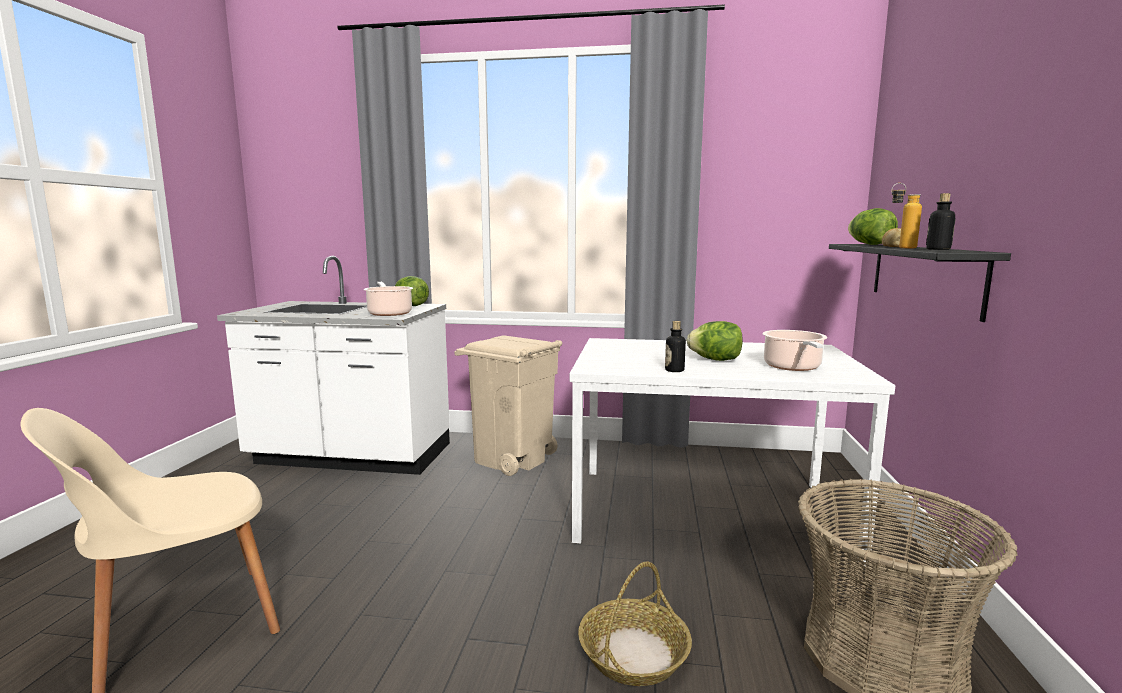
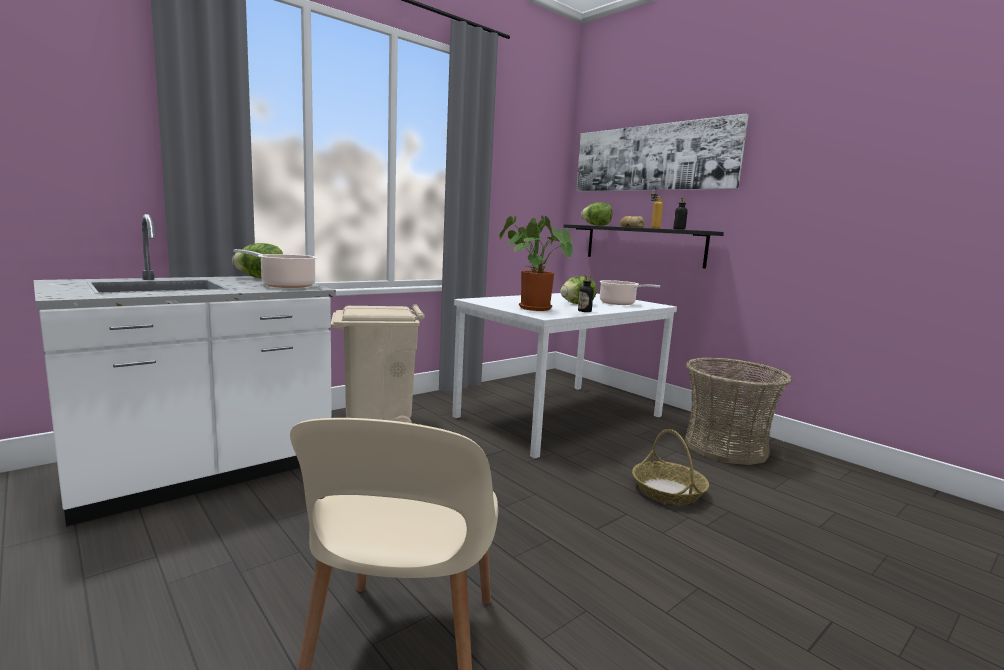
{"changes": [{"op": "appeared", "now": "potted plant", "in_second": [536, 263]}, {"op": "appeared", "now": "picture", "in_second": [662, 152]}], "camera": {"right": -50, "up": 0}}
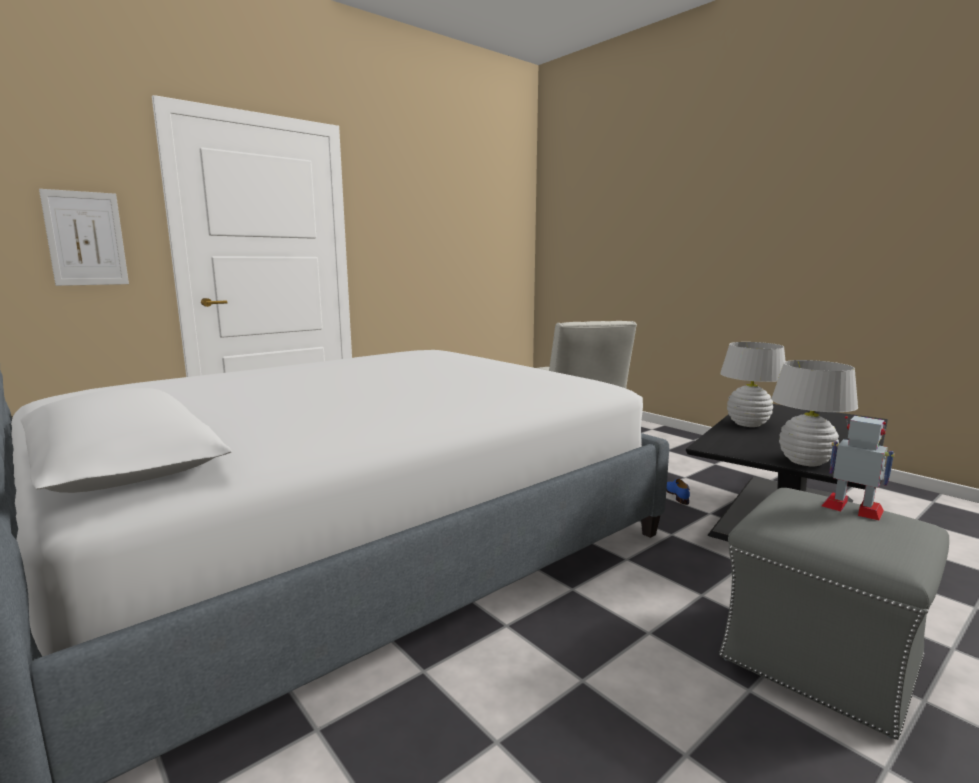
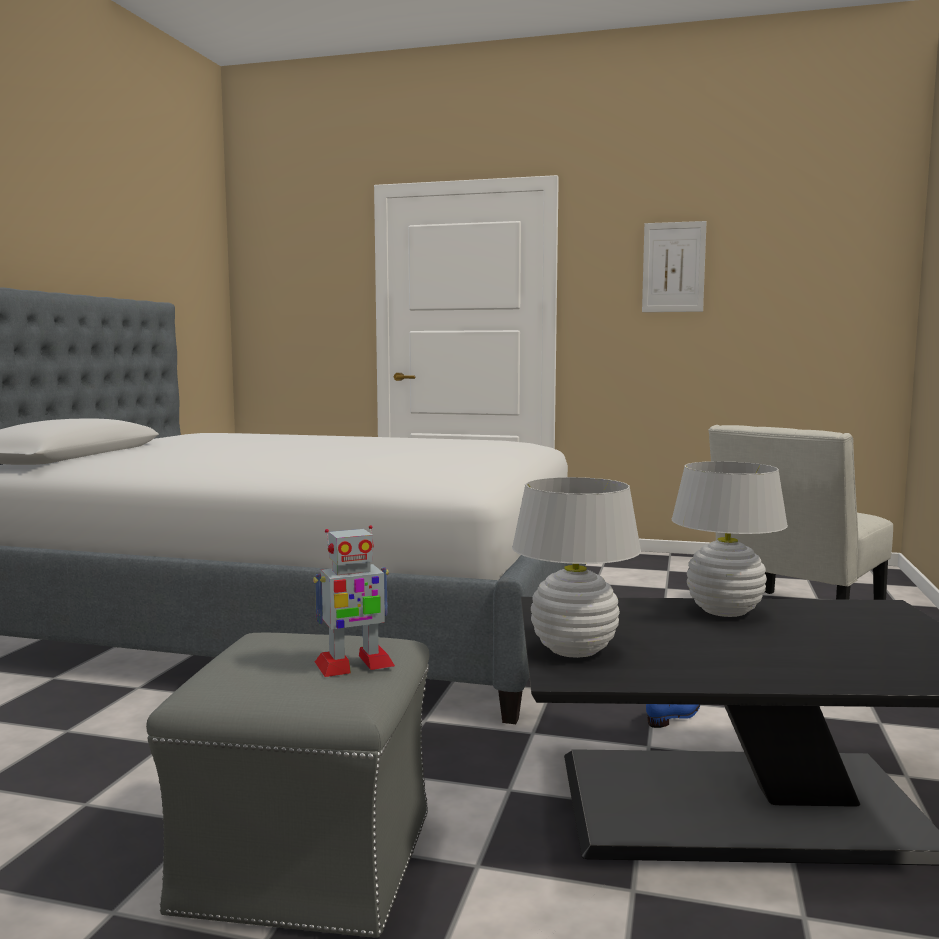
{"changes": [{"op": "spun", "was": "toy robot", "in_first": [858, 468], "in_second": [354, 601], "clockwise": 60}, {"op": "relocated", "was": "picture", "in_first": [84, 237], "in_second": [674, 266]}], "camera": {"right": 55, "up": -5}}
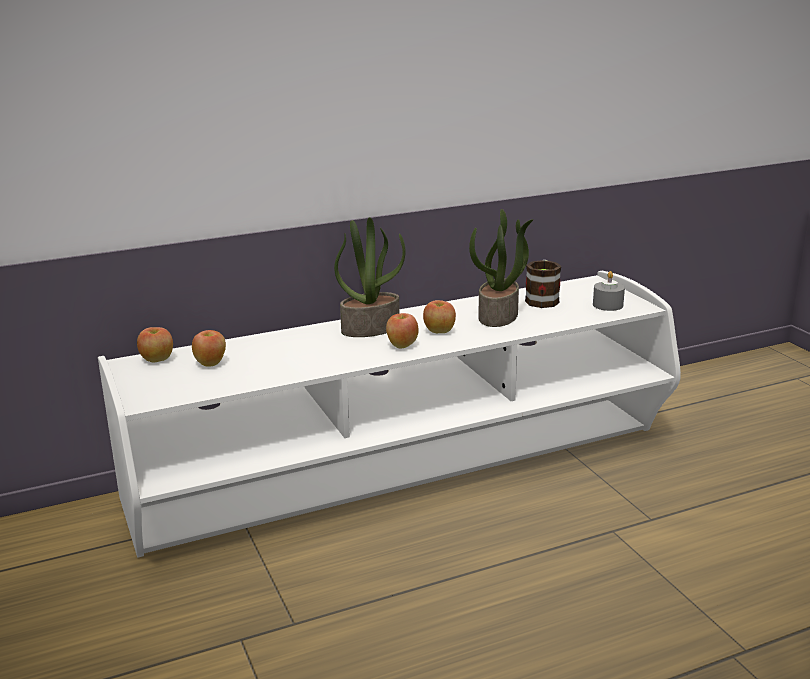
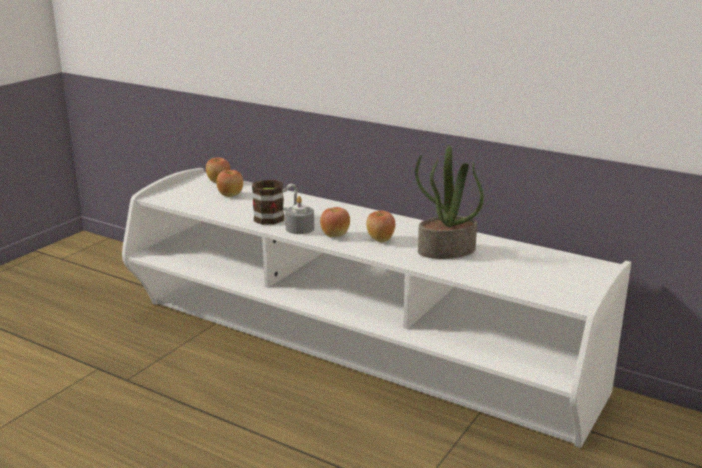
{"changes": [{"op": "relocated", "was": "mug", "in_first": [543, 284], "in_second": [275, 202]}, {"op": "relocated", "was": "grey candle", "in_first": [609, 291], "in_second": [299, 215]}, {"op": "missing", "was": "potted plant", "in_first": [370, 277]}], "camera": {"right": 55, "up": 0}}
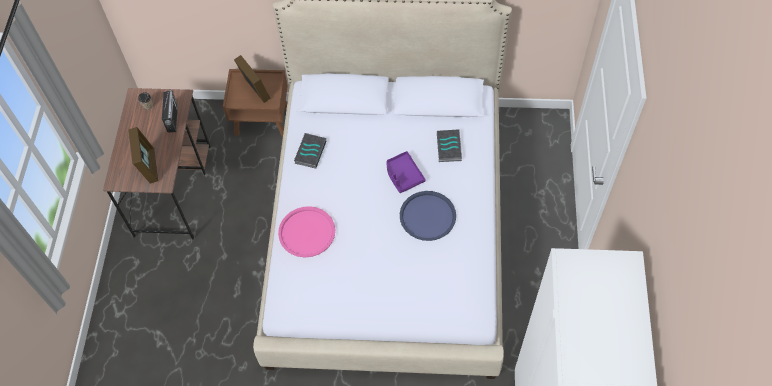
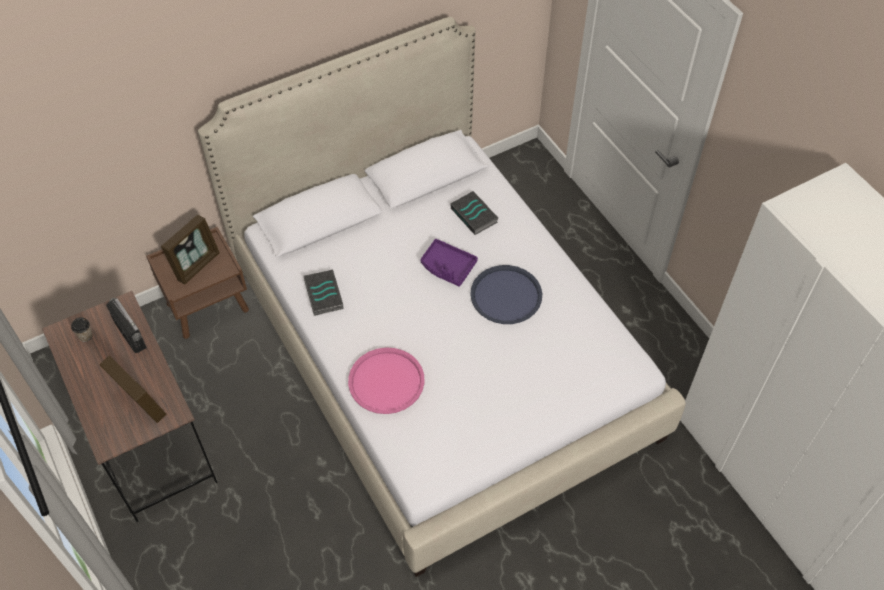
{"changes": [{"op": "spun", "was": "picture frame", "in_first": [252, 79], "in_second": [190, 249], "clockwise": 105}], "camera": {"right": -35, "up": -5}}
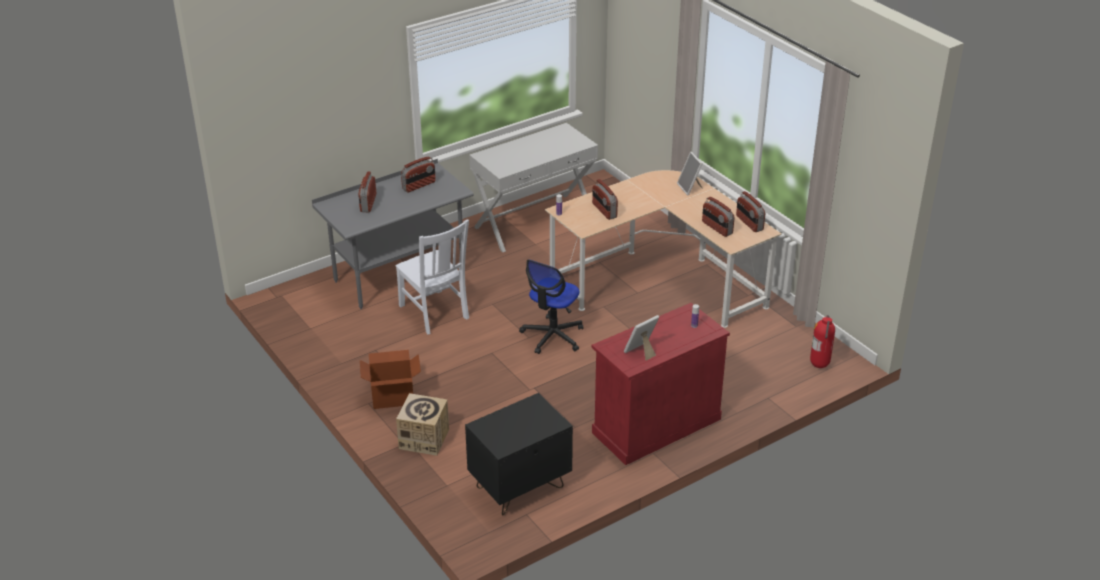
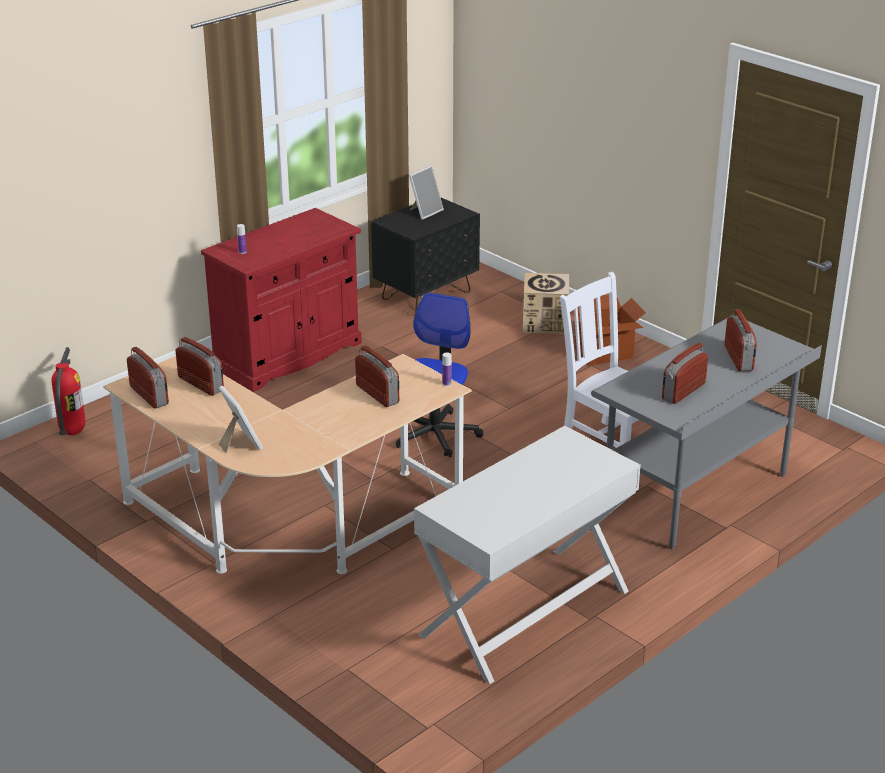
{"changes": [{"op": "relocated", "was": "picture frame", "in_first": [641, 337], "in_second": [426, 193]}], "camera": {"right": 170, "up": -5}}
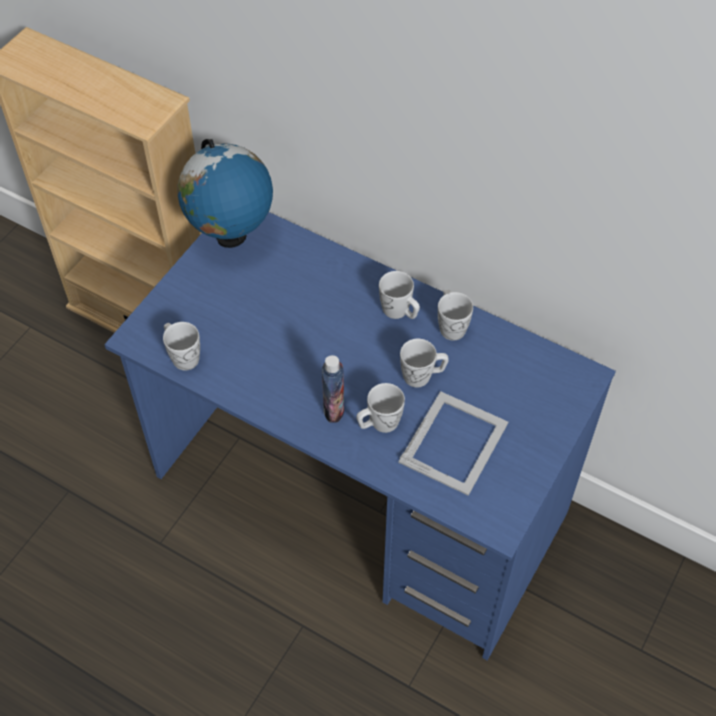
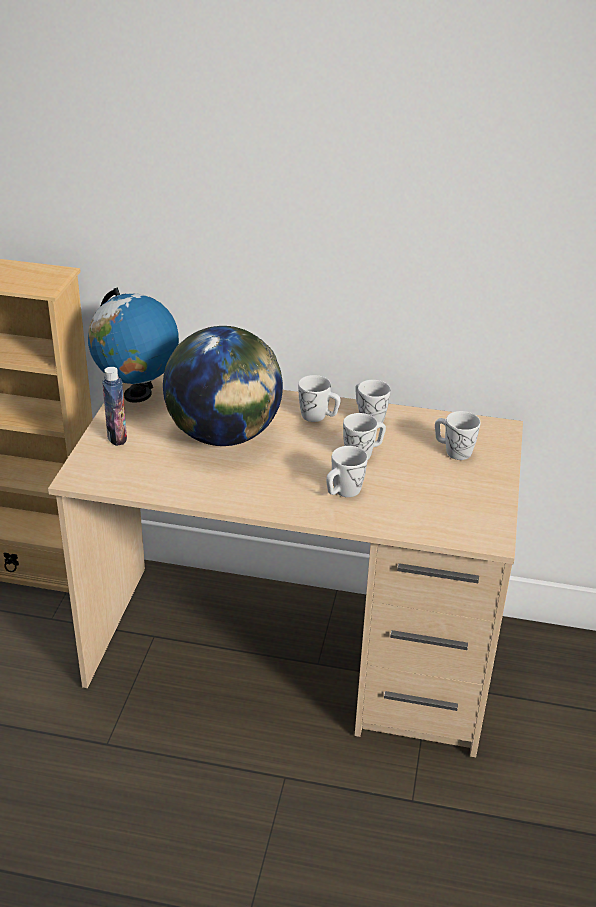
{"changes": [{"op": "colour", "was": "blue desk", "now": "beige desk", "in_first": [360, 436], "in_second": [285, 565]}, {"op": "relocated", "was": "bottle", "in_first": [333, 388], "in_second": [114, 406]}, {"op": "appeared", "now": "globe", "in_second": [223, 386]}, {"op": "relocated", "was": "white mug", "in_first": [181, 346], "in_second": [457, 435]}, {"op": "missing", "was": "picture frame", "in_first": [453, 443]}], "camera": {"right": -20, "up": -20}}
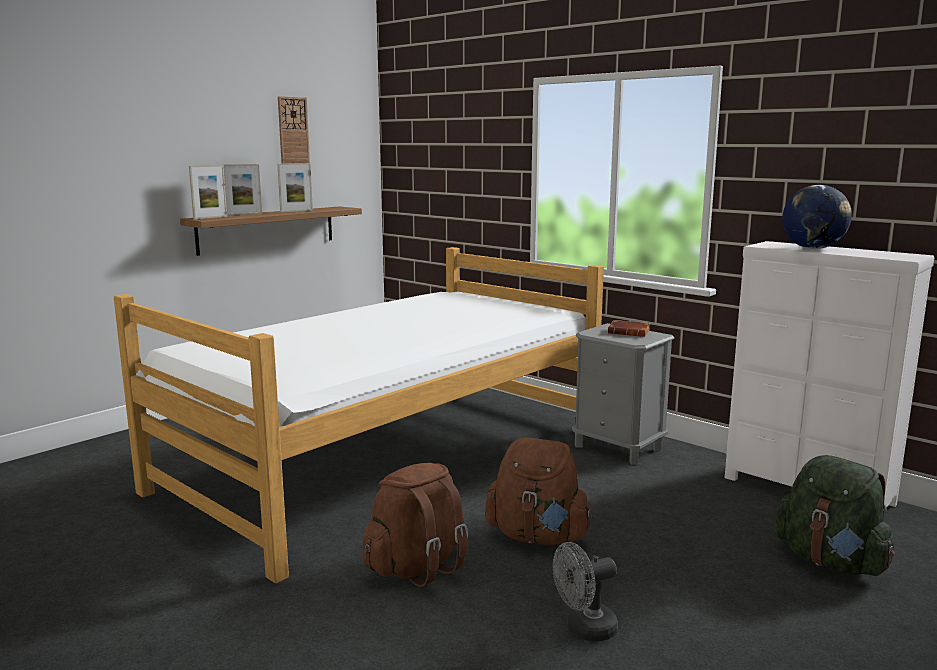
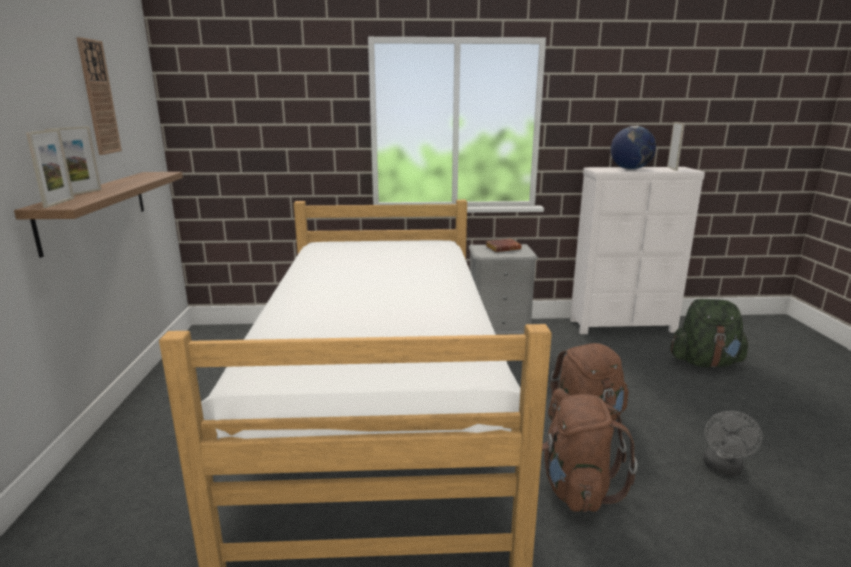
{"changes": [{"op": "relocated", "was": "picture frame", "in_first": [295, 187], "in_second": [676, 146]}], "camera": {"right": -45, "up": 5}}
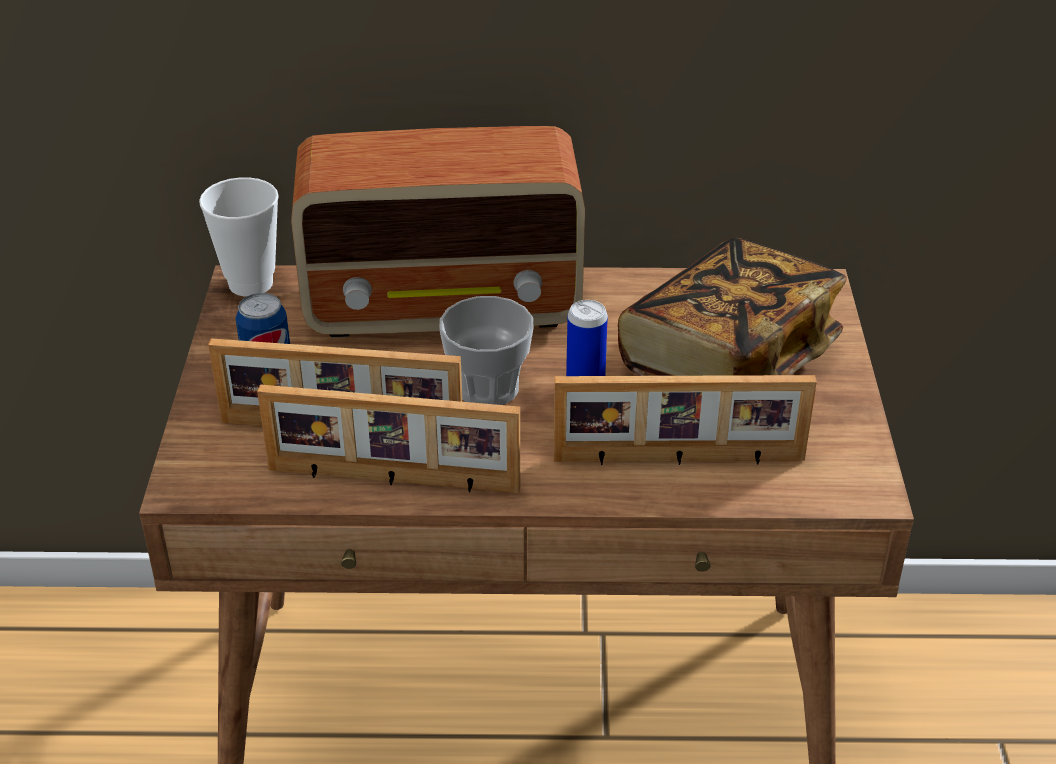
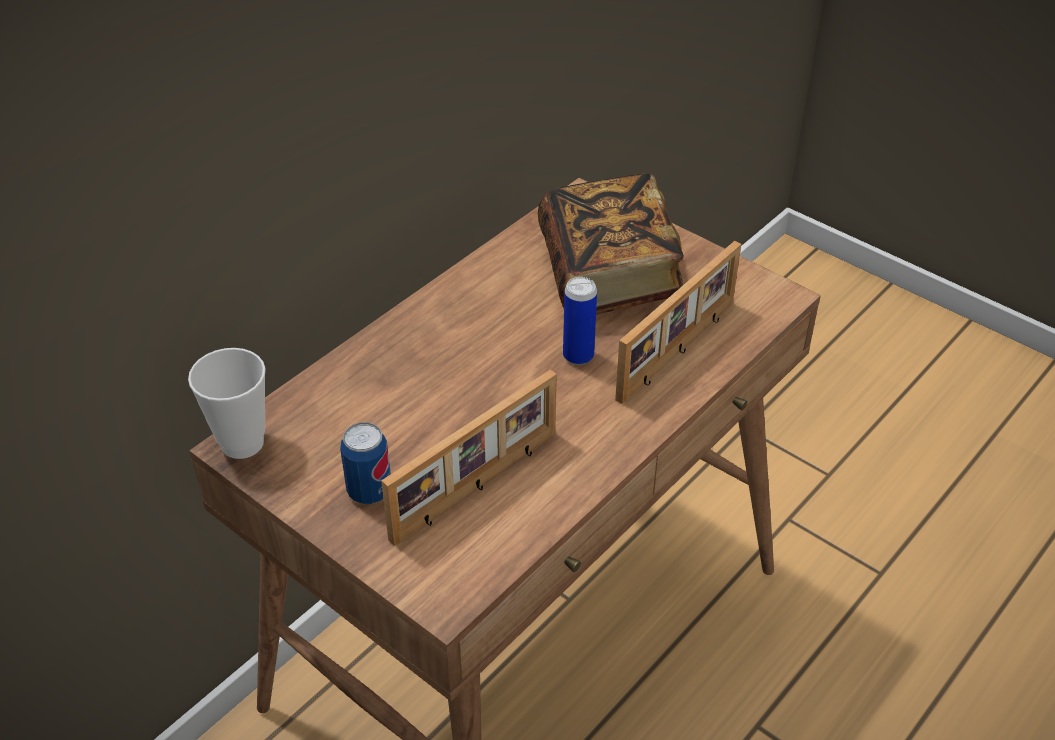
{"changes": [{"op": "missing", "was": "picture frame", "in_first": [388, 438]}, {"op": "missing", "was": "radio", "in_first": [438, 231]}, {"op": "missing", "was": "cup", "in_first": [486, 350]}], "camera": {"right": -50, "up": 5}}
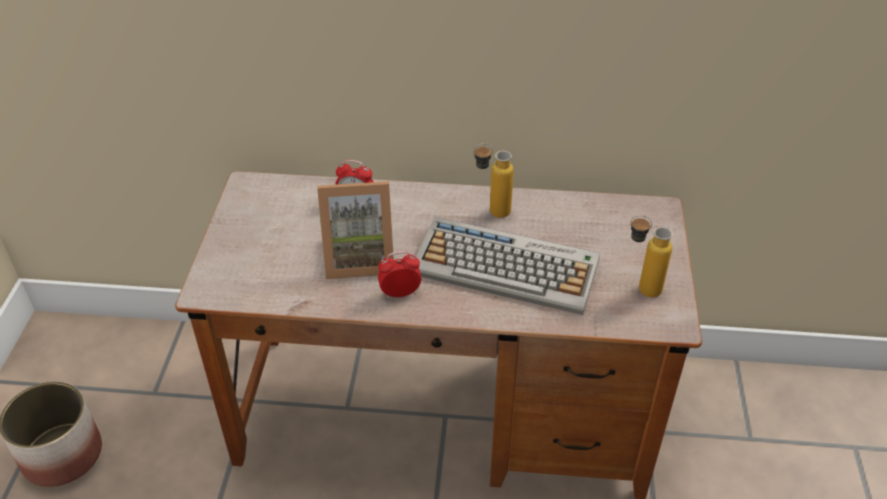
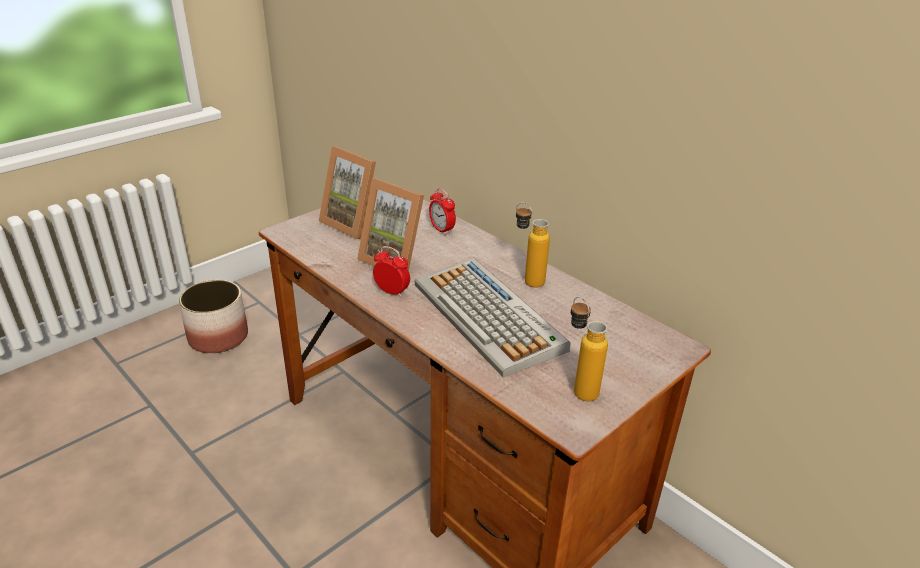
{"changes": [{"op": "appeared", "now": "picture frame", "in_second": [347, 192]}], "camera": {"right": 40, "up": -10}}
